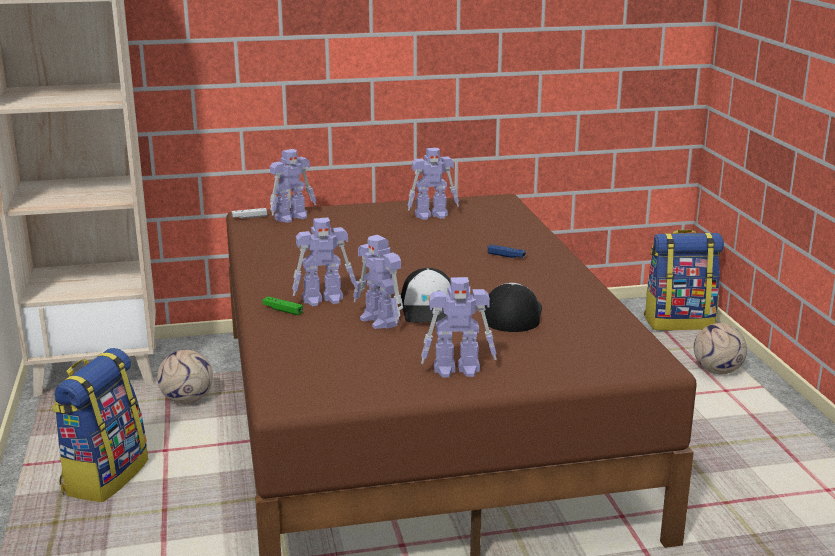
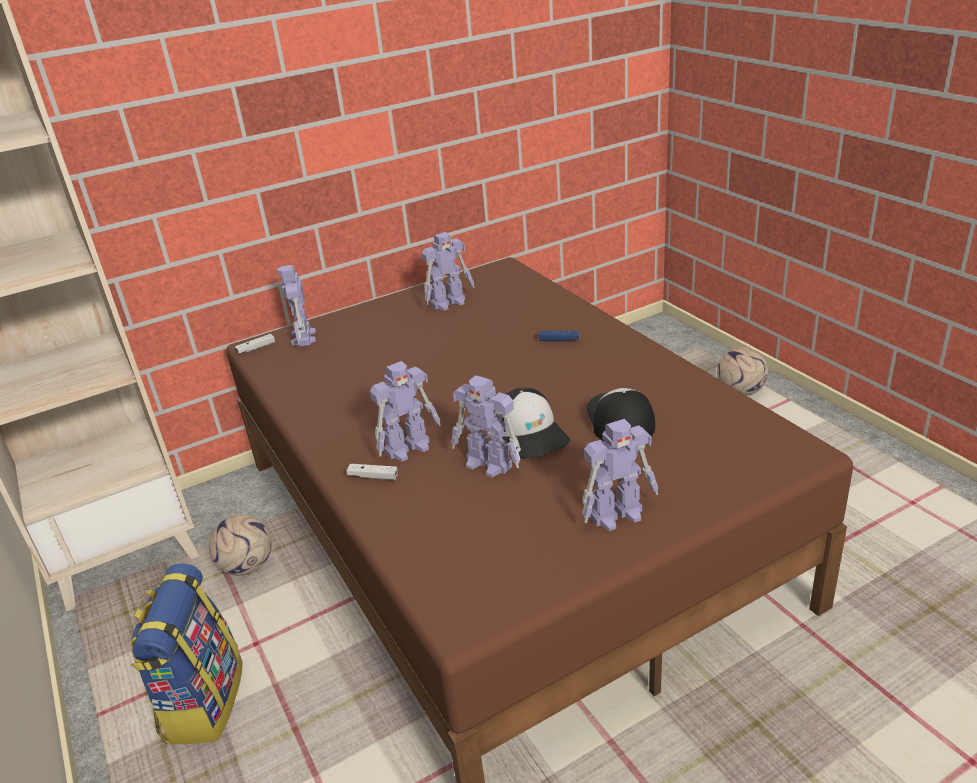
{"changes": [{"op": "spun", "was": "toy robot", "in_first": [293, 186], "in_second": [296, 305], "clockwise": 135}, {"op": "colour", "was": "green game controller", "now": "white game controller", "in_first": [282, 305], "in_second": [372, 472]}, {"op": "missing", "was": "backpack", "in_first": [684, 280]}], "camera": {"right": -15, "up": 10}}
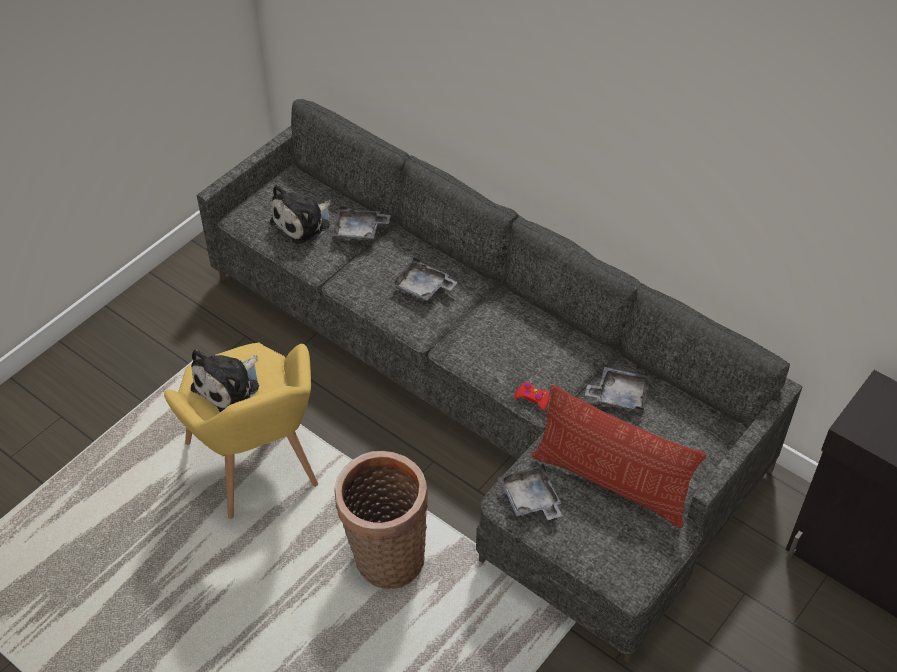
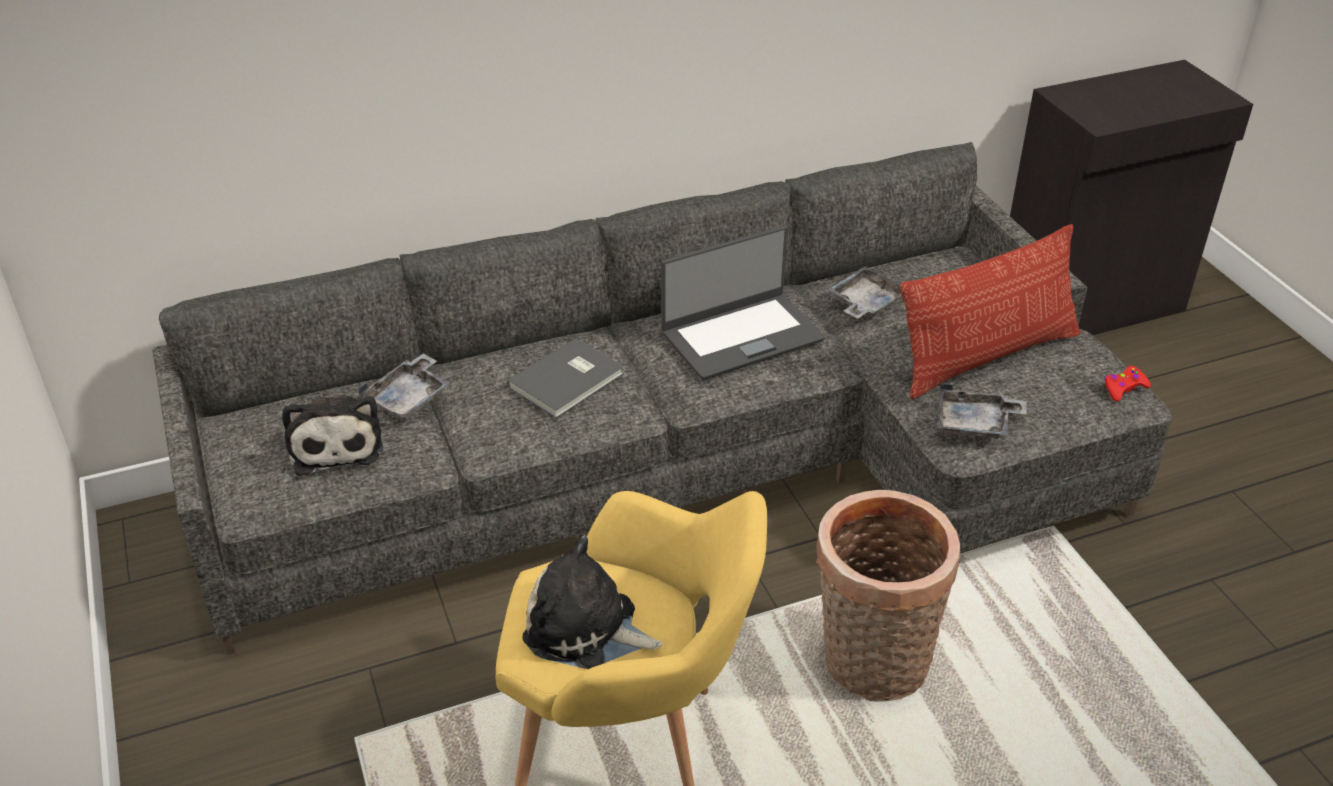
{"changes": [{"op": "exchanged", "was": "grey tray", "now": "grey book", "in_first": [424, 279], "in_second": [565, 378]}, {"op": "spun", "was": "plush toy", "in_first": [225, 380], "in_second": [592, 601], "clockwise": 135}, {"op": "appeared", "now": "laptop", "in_second": [743, 303]}, {"op": "relocated", "was": "red game controller", "in_first": [532, 396], "in_second": [1127, 384]}], "camera": {"right": -60, "up": -10}}
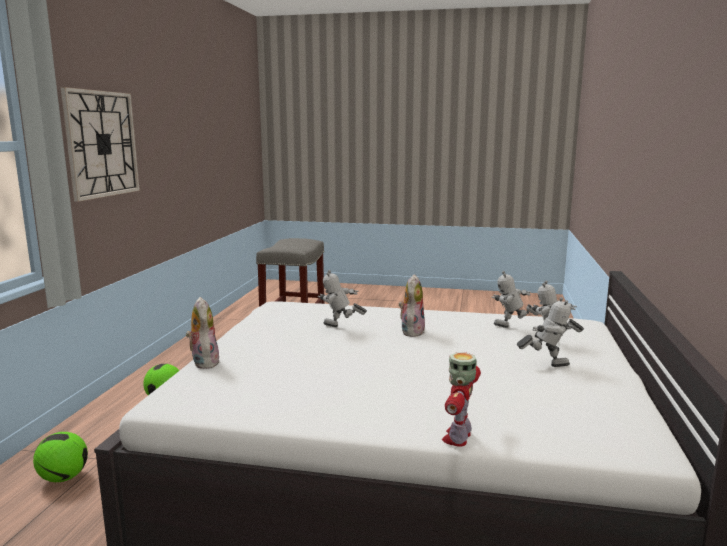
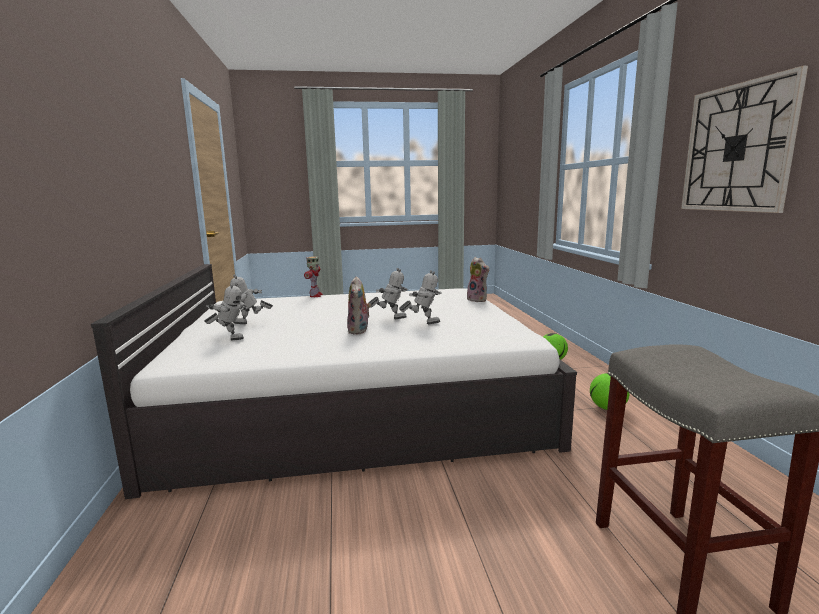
{"changes": [{"op": "relocated", "was": "toy robot", "in_first": [515, 299], "in_second": [387, 293]}], "camera": {"right": 160, "up": 0}}
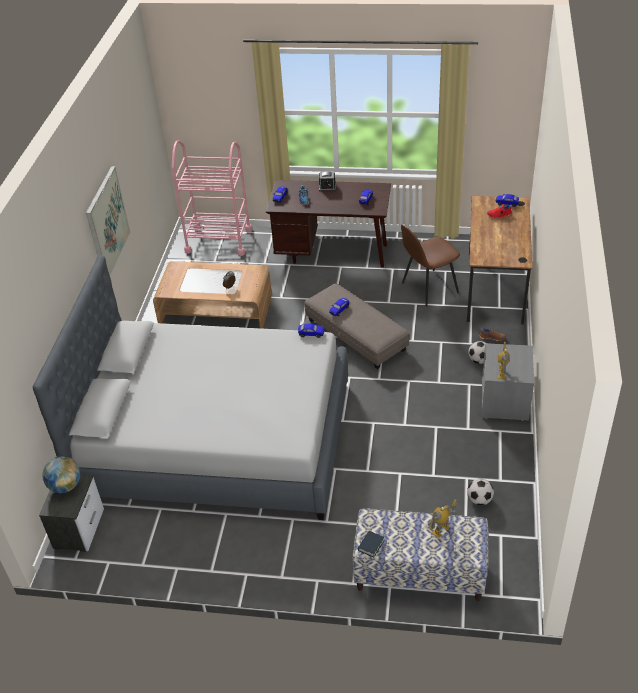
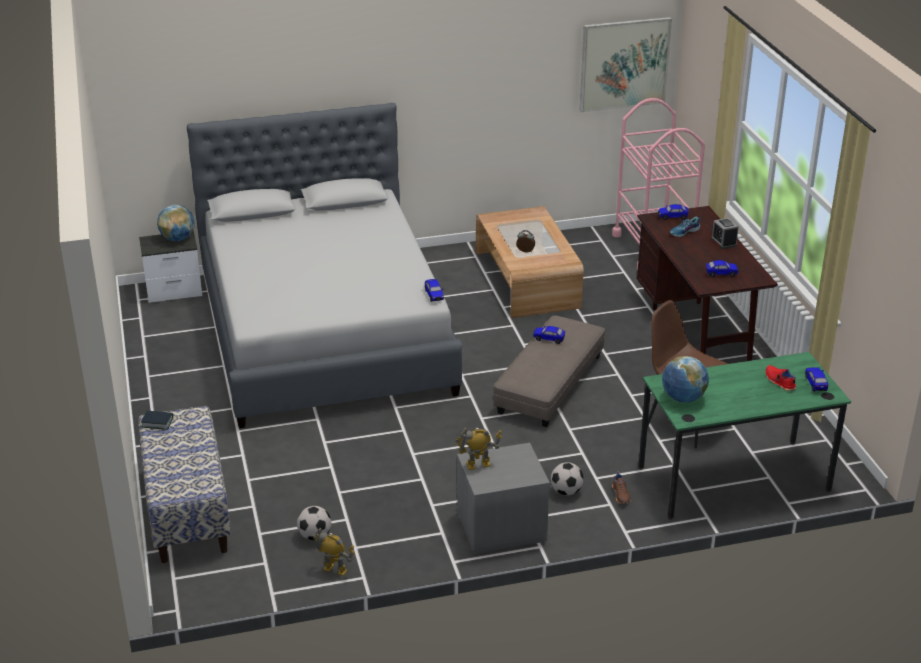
{"changes": [{"op": "relocated", "was": "toy robot", "in_first": [442, 519], "in_second": [333, 552]}, {"op": "relocated", "was": "picture", "in_first": [108, 220], "in_second": [626, 64]}, {"op": "colour", "was": "brown desk", "now": "green desk", "in_first": [500, 260], "in_second": [745, 435]}, {"op": "appeared", "now": "globe", "in_second": [685, 379]}], "camera": {"right": 65, "up": -10}}
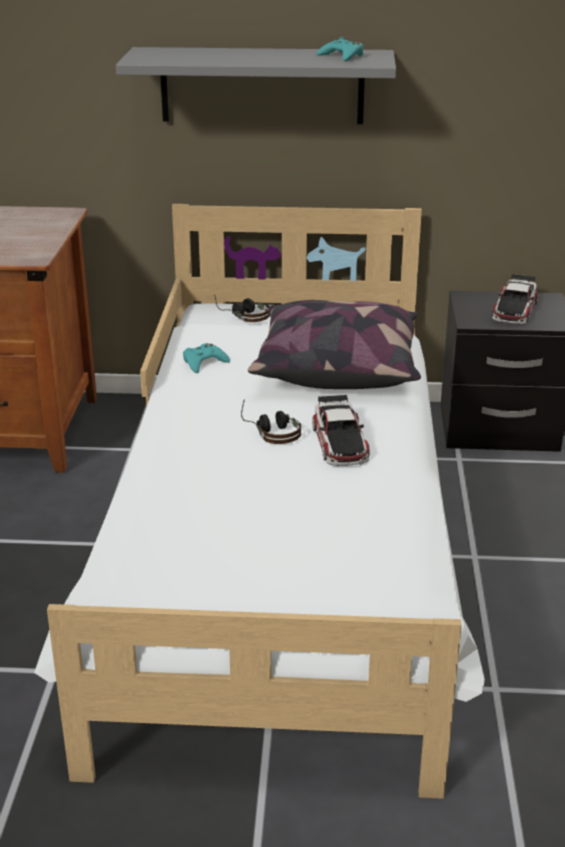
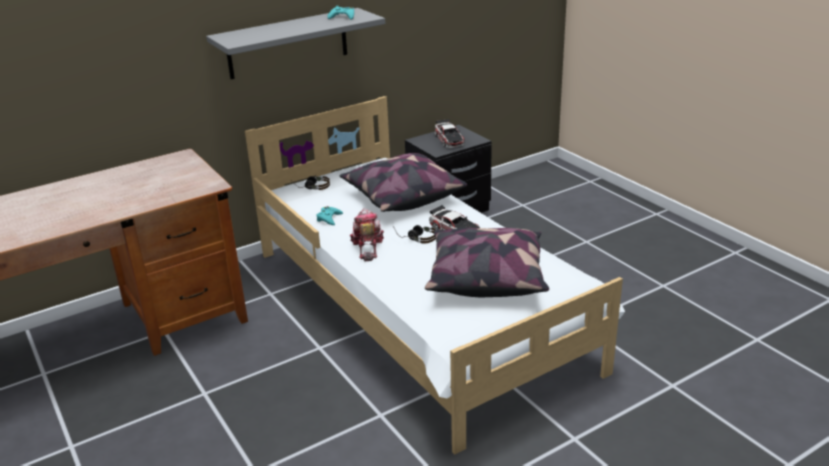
{"changes": [{"op": "appeared", "now": "toy robot", "in_second": [366, 234]}, {"op": "appeared", "now": "pillow", "in_second": [487, 262]}], "camera": {"right": -35, "up": 0}}
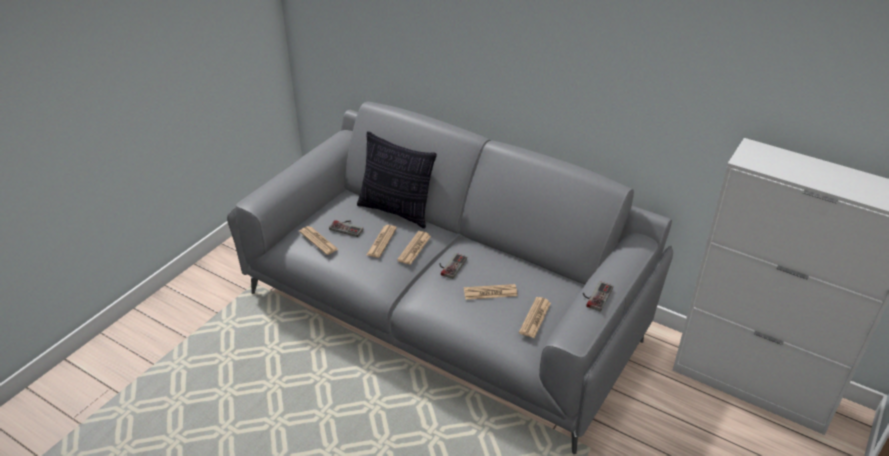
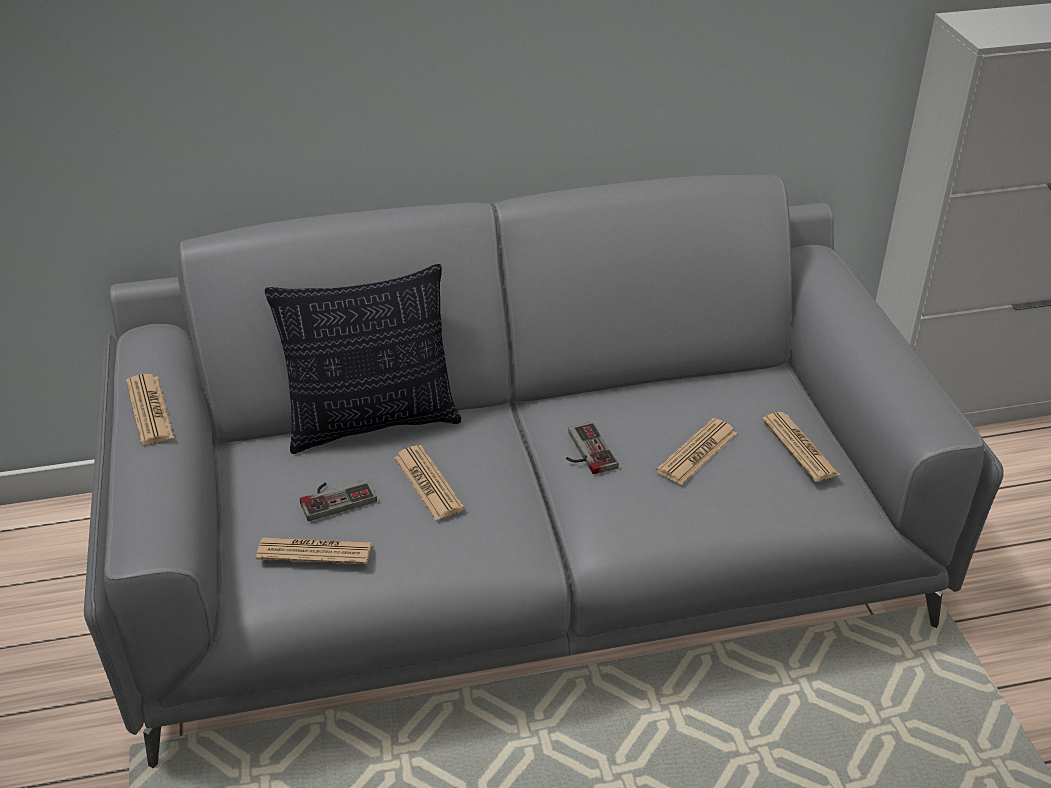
{"changes": [{"op": "relocated", "was": "newspaper", "in_first": [414, 248], "in_second": [150, 409]}, {"op": "missing", "was": "game controller", "in_first": [598, 296]}], "camera": {"right": -45, "up": 0}}
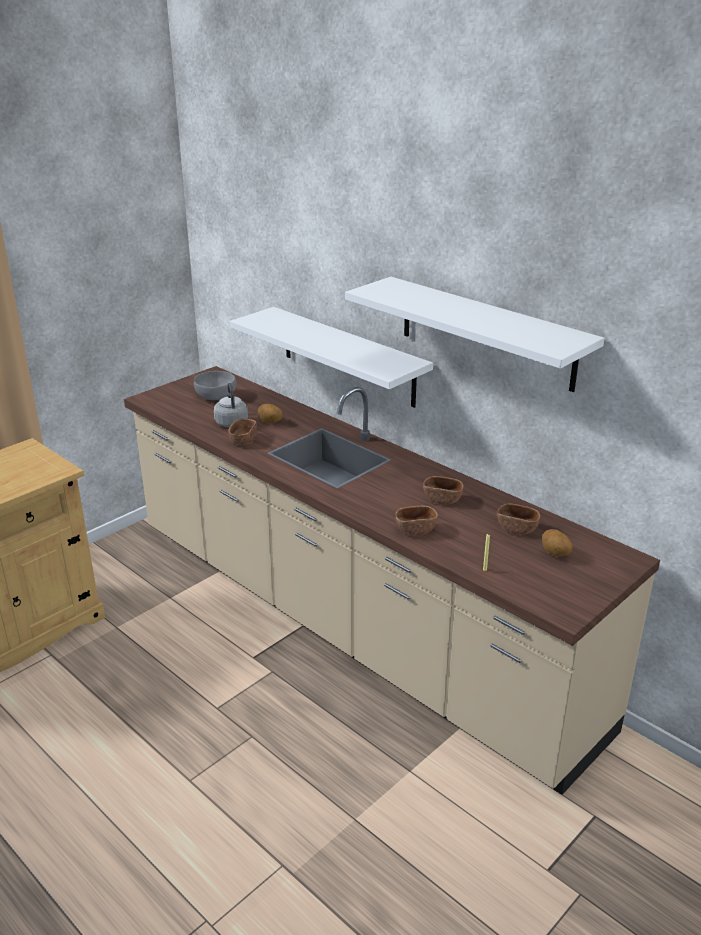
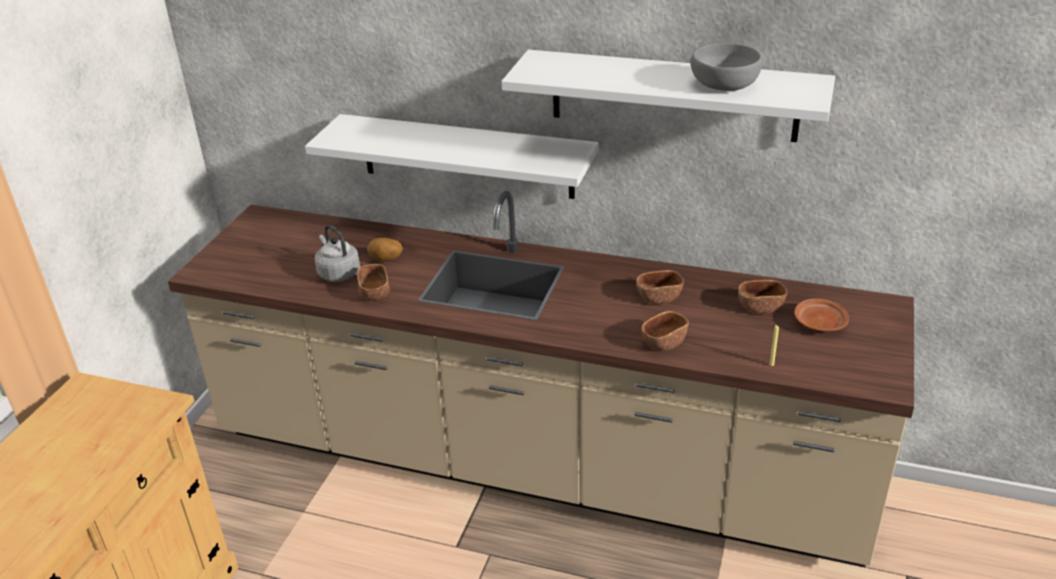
{"changes": [{"op": "relocated", "was": "grey bowl", "in_first": [215, 385], "in_second": [726, 67]}, {"op": "exchanged", "was": "potato", "now": "brown plate", "in_first": [557, 543], "in_second": [821, 315]}], "camera": {"right": -25, "up": 5}}
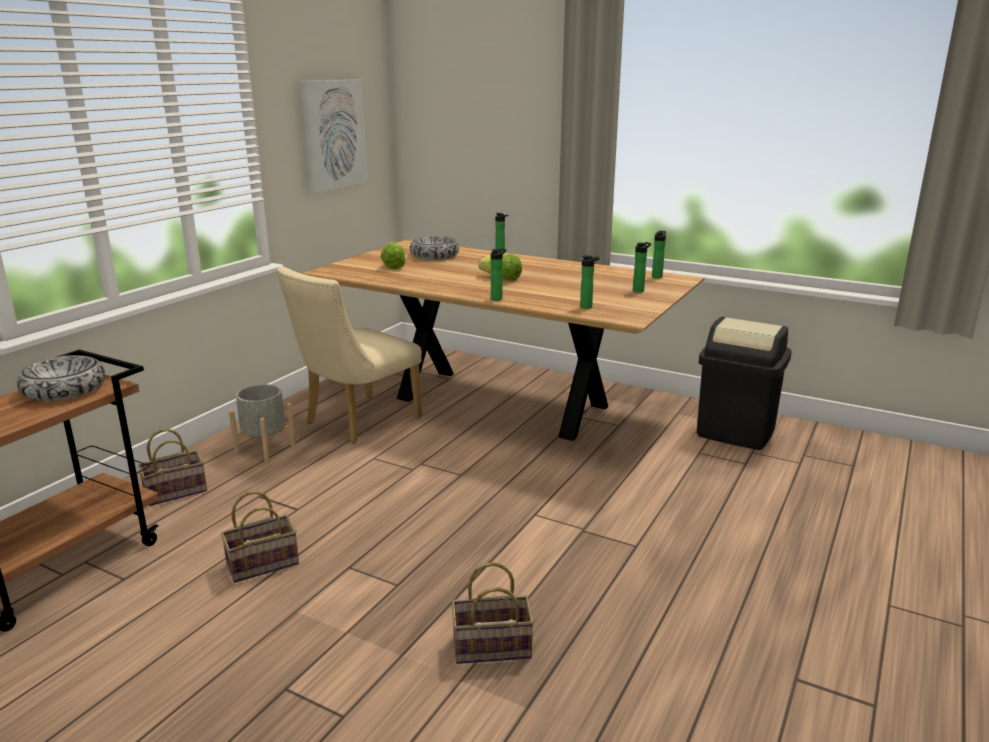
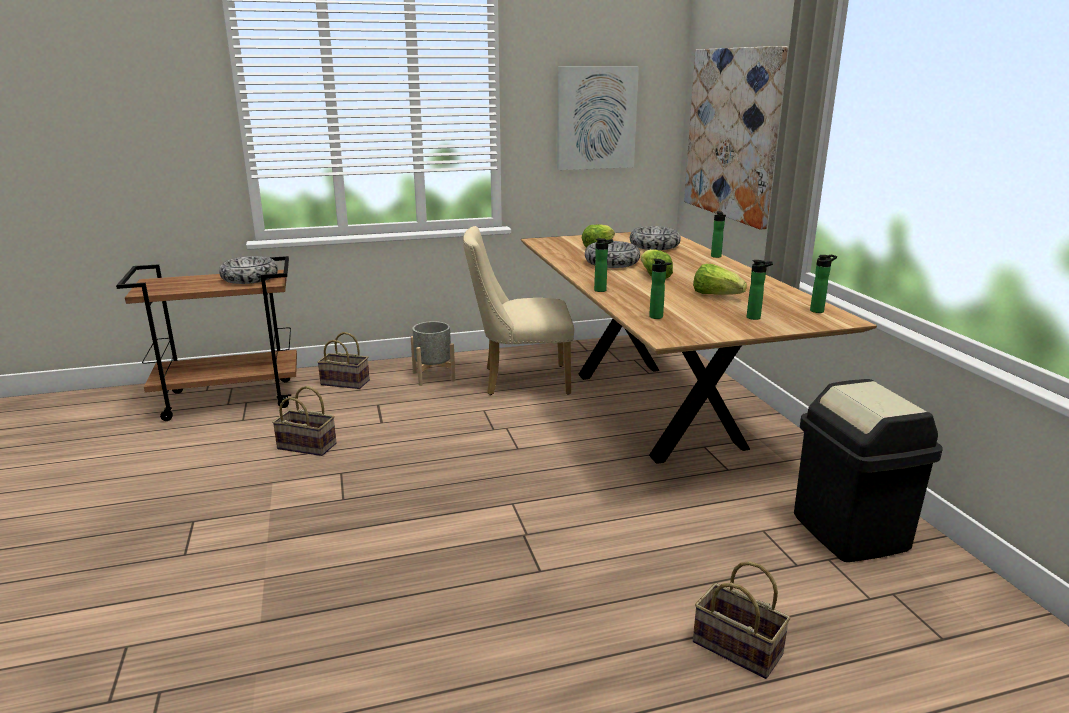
{"changes": [{"op": "appeared", "now": "bowl", "in_second": [612, 254]}, {"op": "appeared", "now": "picture", "in_second": [736, 138]}, {"op": "appeared", "now": "lettuce", "in_second": [720, 279]}, {"op": "relocated", "was": "basket", "in_first": [493, 613], "in_second": [742, 620]}], "camera": {"right": 45, "up": 0}}
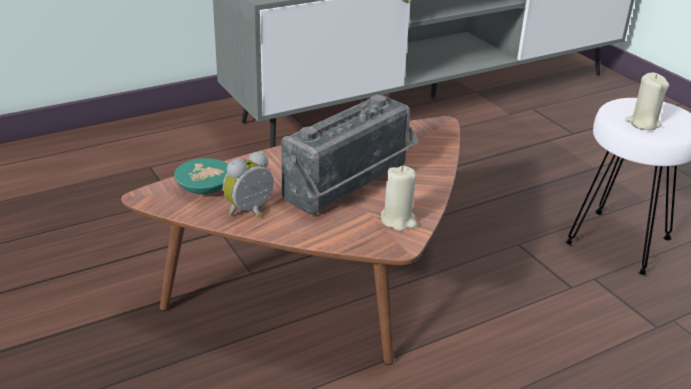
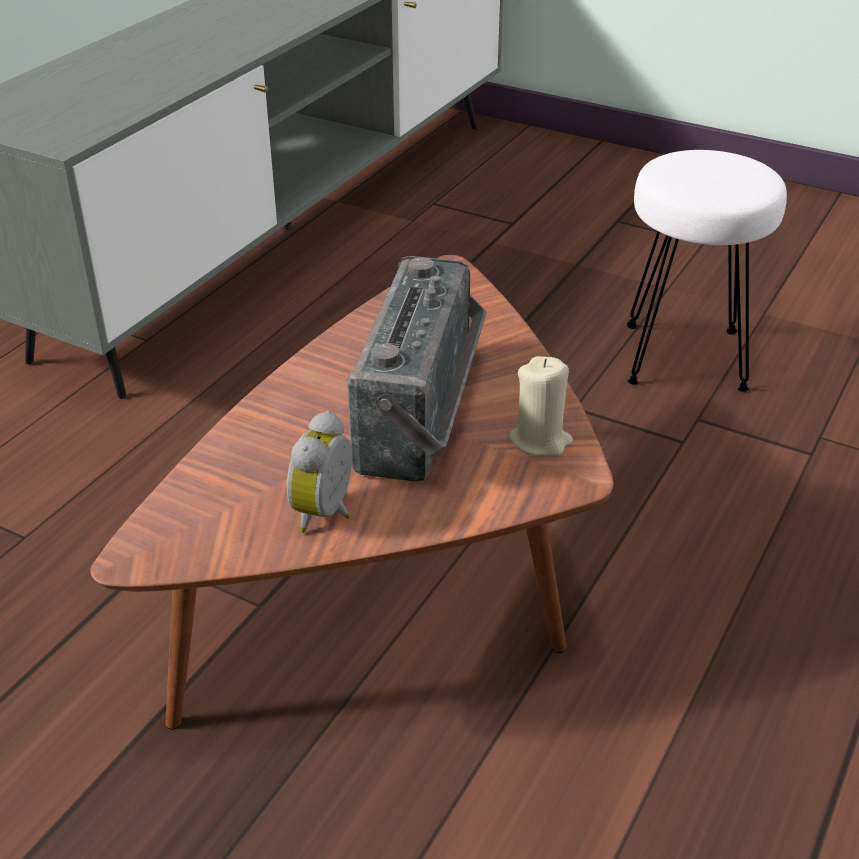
{"changes": [{"op": "missing", "was": "turquoise bowl", "in_first": [201, 176]}, {"op": "missing", "was": "beige candle", "in_first": [647, 101]}], "camera": {"right": -30, "up": 5}}
